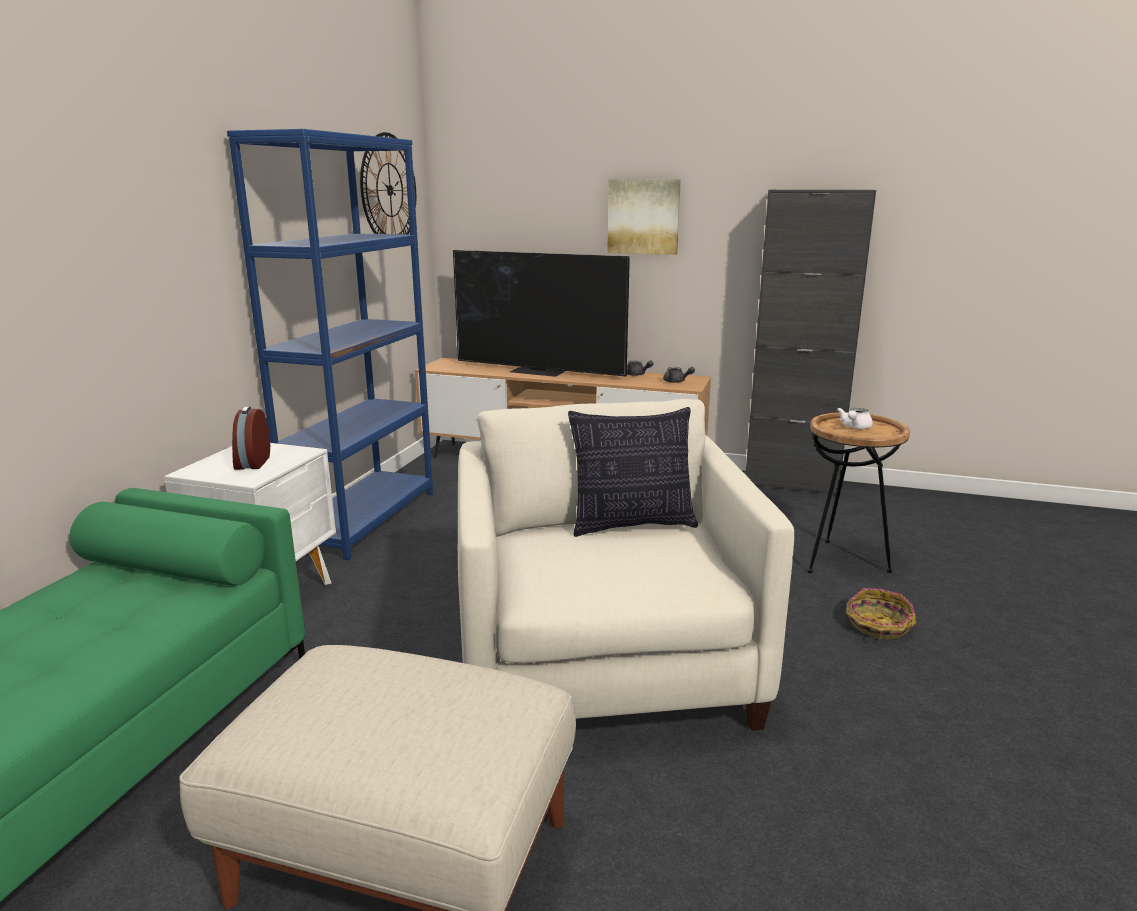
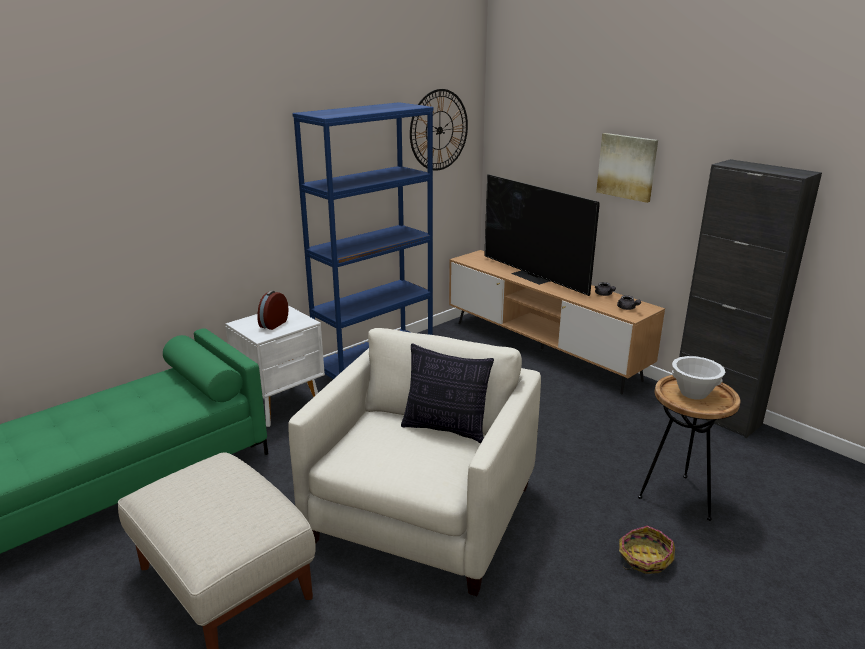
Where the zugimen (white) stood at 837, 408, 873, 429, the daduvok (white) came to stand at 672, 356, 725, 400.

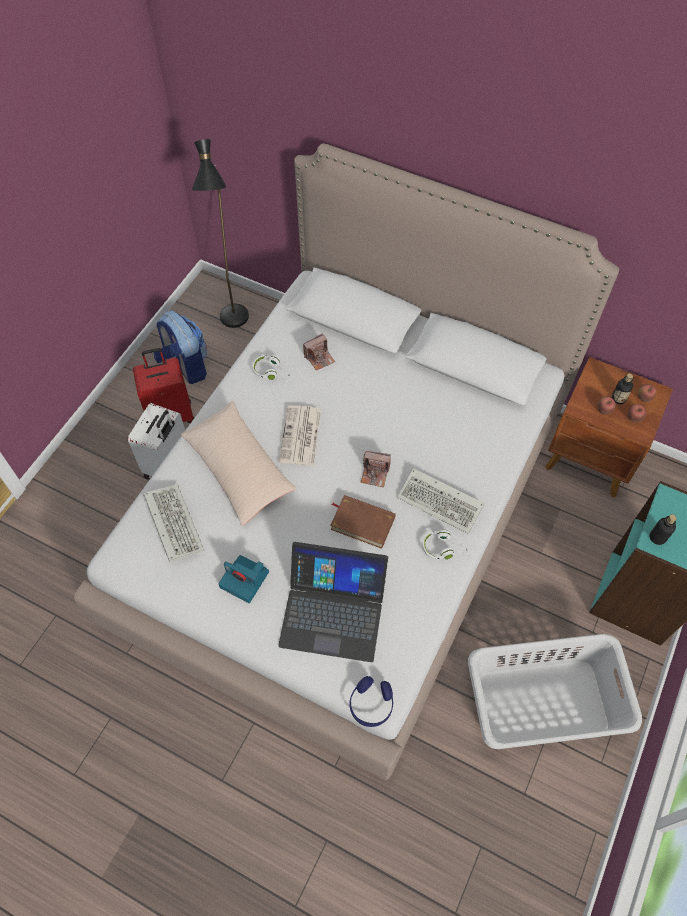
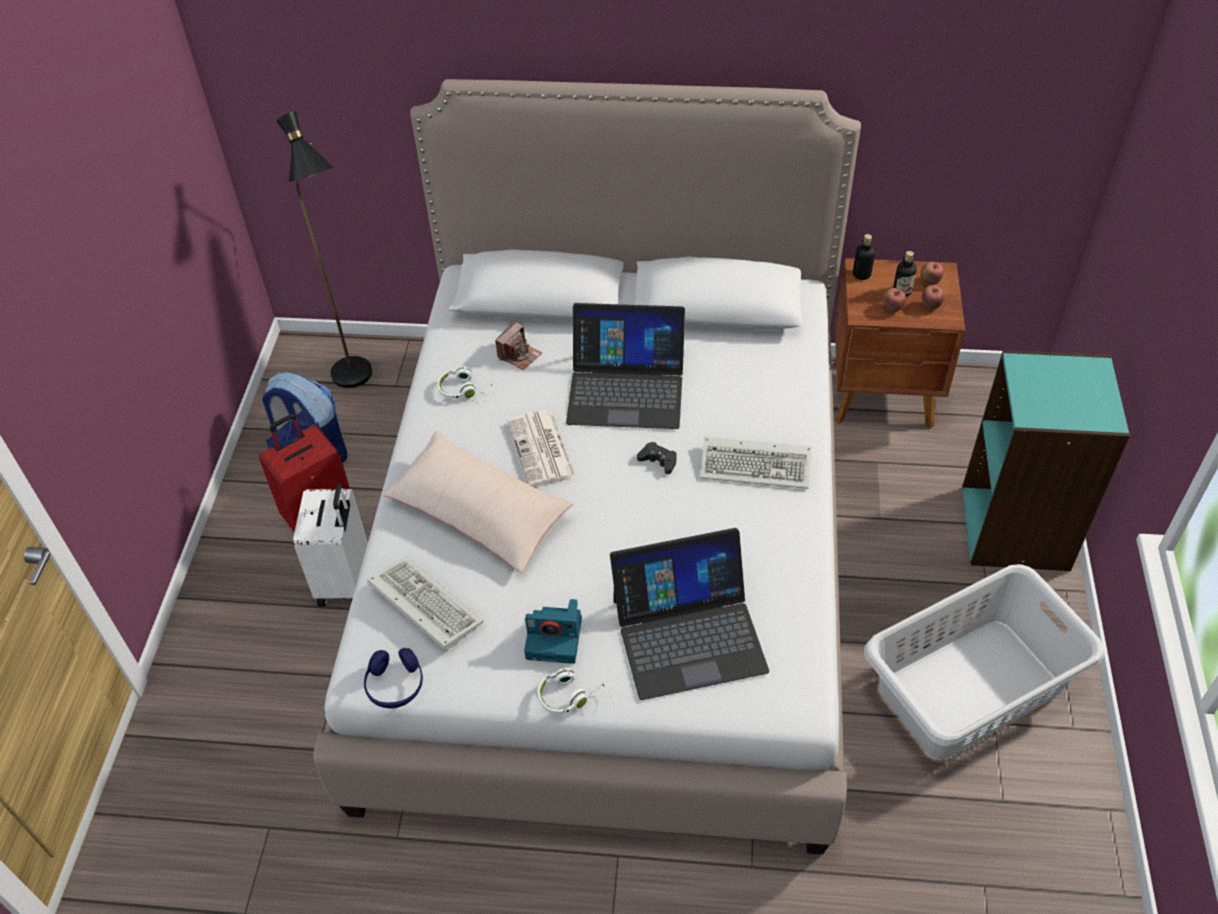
Where the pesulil stood at 361, 451, 391, 487, the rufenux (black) came to stand at 637, 442, 677, 474.
The second view lost the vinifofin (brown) at 330, 495, 396, 549.
The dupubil ended up elsewhere, having gone from 649, 514, 677, 545 to 853, 234, 875, 280.
The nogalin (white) ended up elsewhere, having gone from 423, 529, 469, 560 to 538, 664, 611, 714.
The nogalin (blue) ended up elsewhere, having gone from 349, 676, 393, 727 to 364, 648, 423, 708.
The second view gained the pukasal at 566, 303, 685, 429.

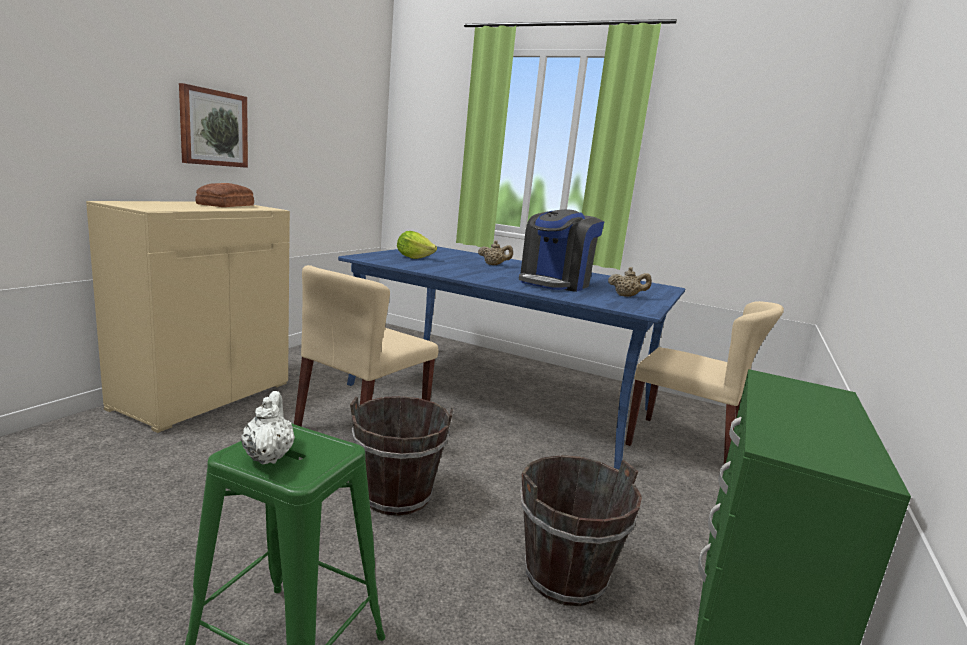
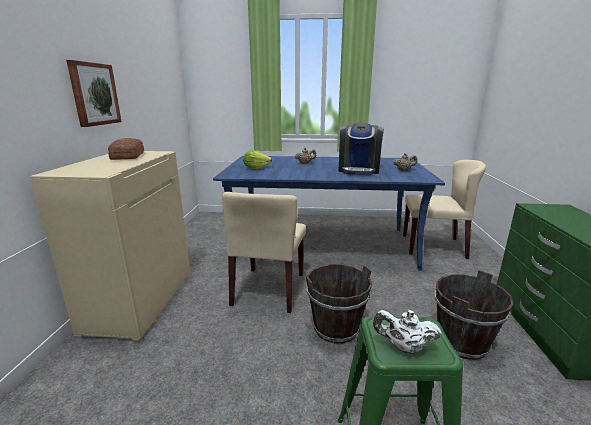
The zugimen (white) at 241, 391, 295, 464 ended up facing another way, 45 degrees counterclockwise from before.

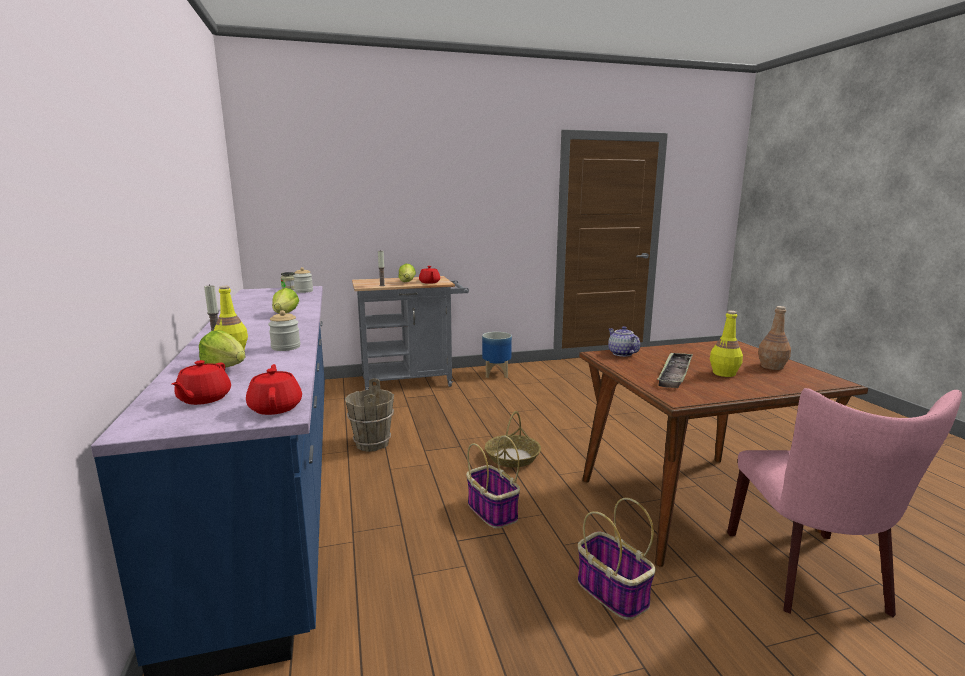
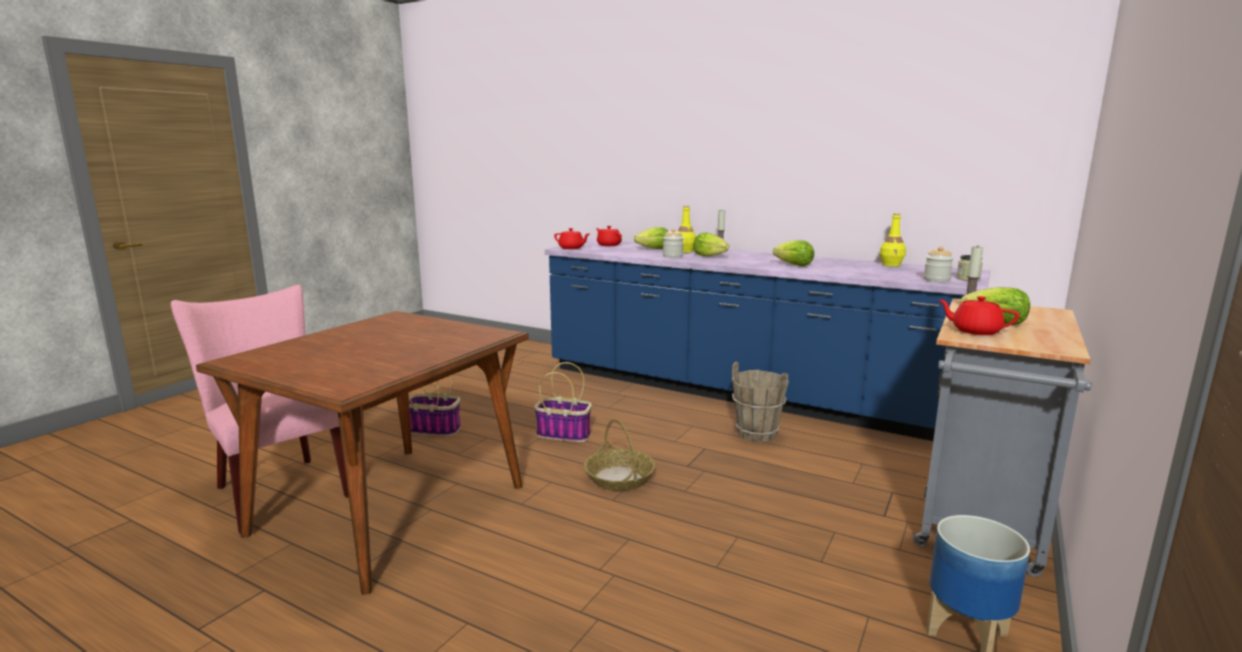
The second view lost the dupubil (brown) at 758, 306, 791, 370.
The dupubil (yellow) ended up elsewhere, having gone from 710, 311, 743, 377 to 880, 213, 906, 266.
The second view lost the zugimen at 608, 326, 640, 357.
The second view lost the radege at 657, 353, 693, 388.
The second view gained the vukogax at 693, 232, 729, 257.

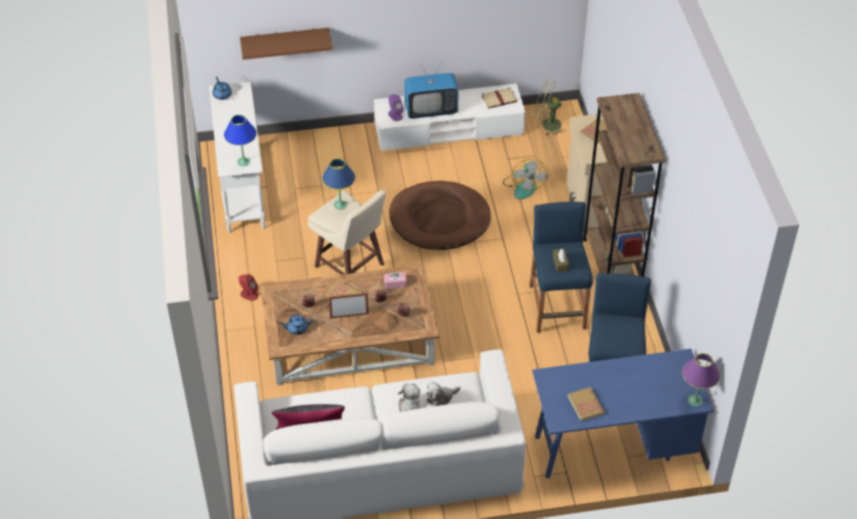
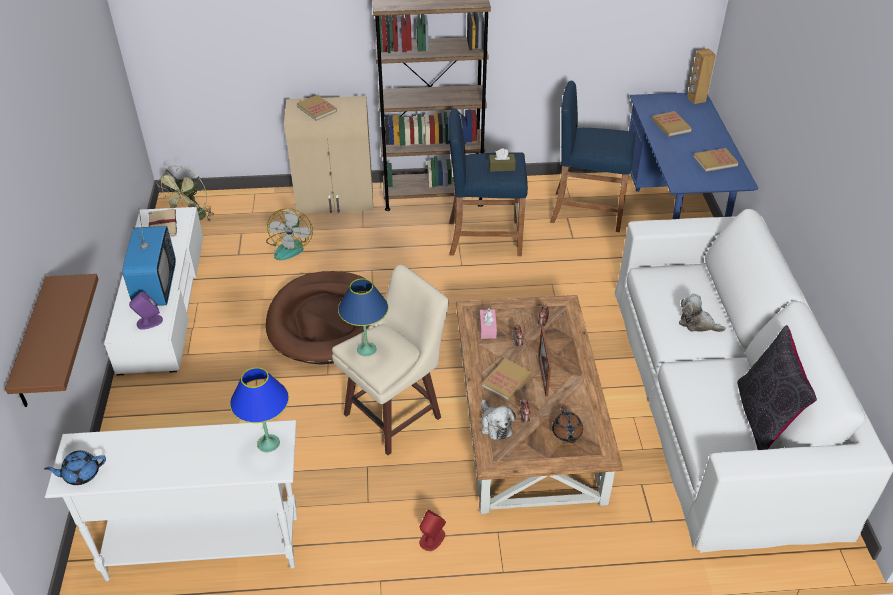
The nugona at 503, 159, 549, 199 ended up facing another way, 90 degrees clockwise from before.
What was the zugimen (blue) at 279, 314, 313, 335 turned into the zugimen (brown) at 552, 406, 583, 443.
Where the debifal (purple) stood at 682, 353, 720, 406, the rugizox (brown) came to stand at 687, 49, 716, 104.
The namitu ended up elsewhere, having gone from 426, 381, 461, 407 to 481, 399, 516, 441.
The second view gained the vinifofin at 652, 111, 692, 137.

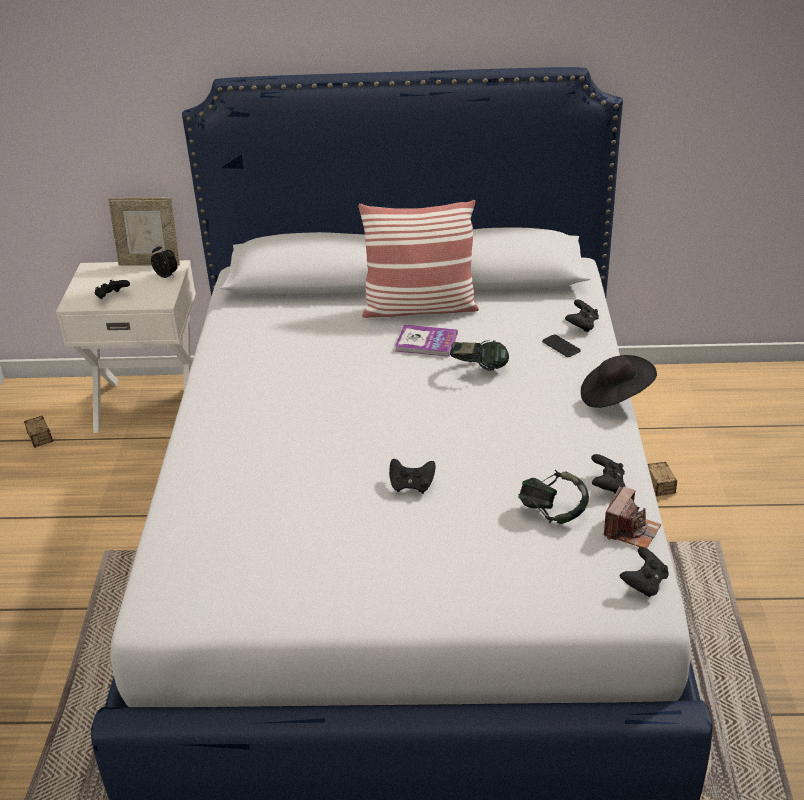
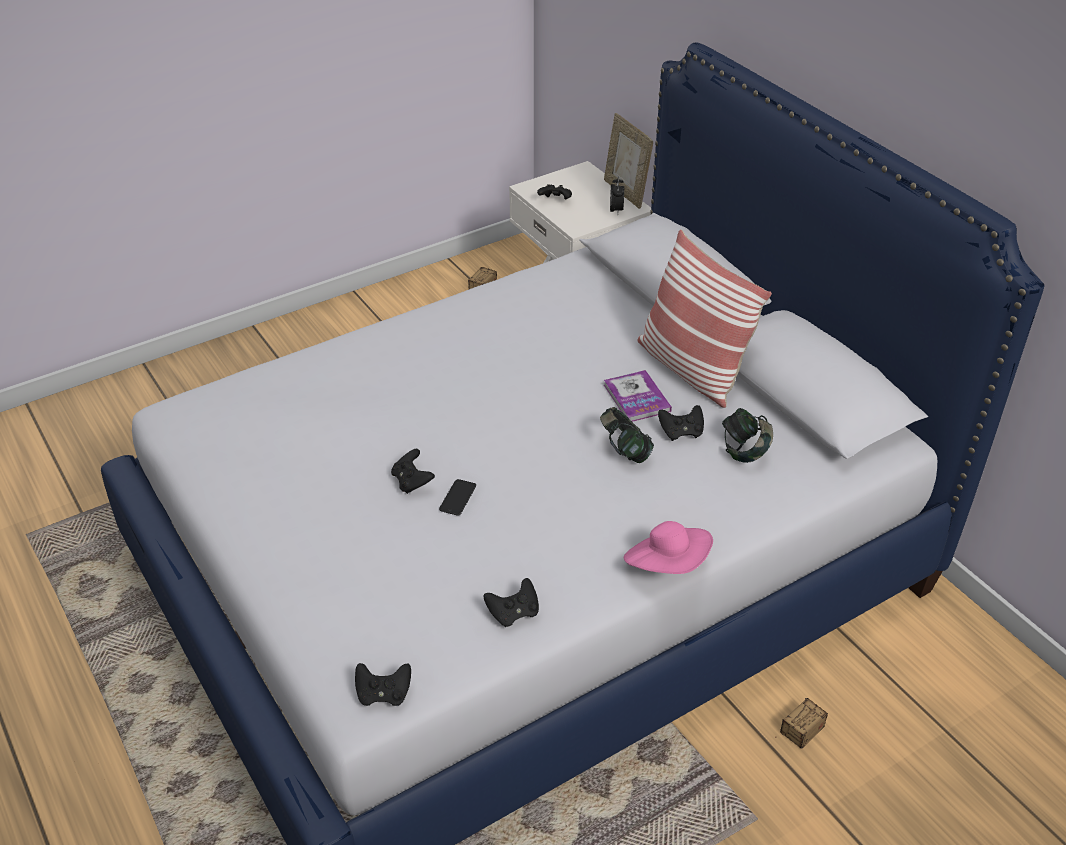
The rufenux (black) ended up elsewhere, having gone from 565, 300, 599, 333 to 658, 405, 704, 441.
The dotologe ended up elsewhere, having gone from 542, 334, 581, 357 to 439, 479, 476, 516.
What was the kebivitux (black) at 581, 355, 657, 408 turned into the kebivitux (pink) at 624, 521, 713, 574.
The nogalin ended up elsewhere, having gone from 518, 470, 589, 524 to 722, 408, 773, 463.
The second view lost the pesulil at 603, 486, 661, 548.

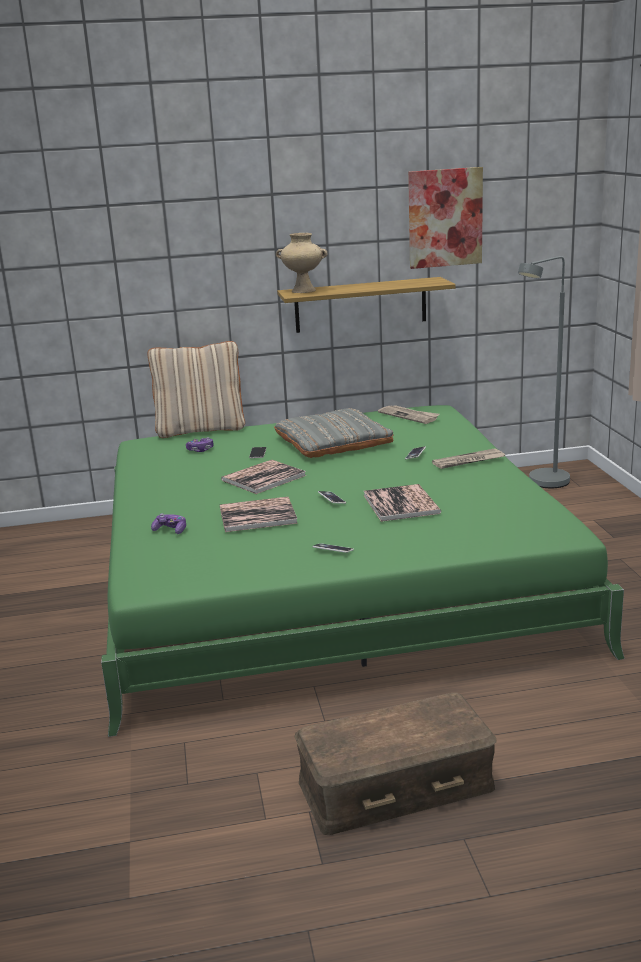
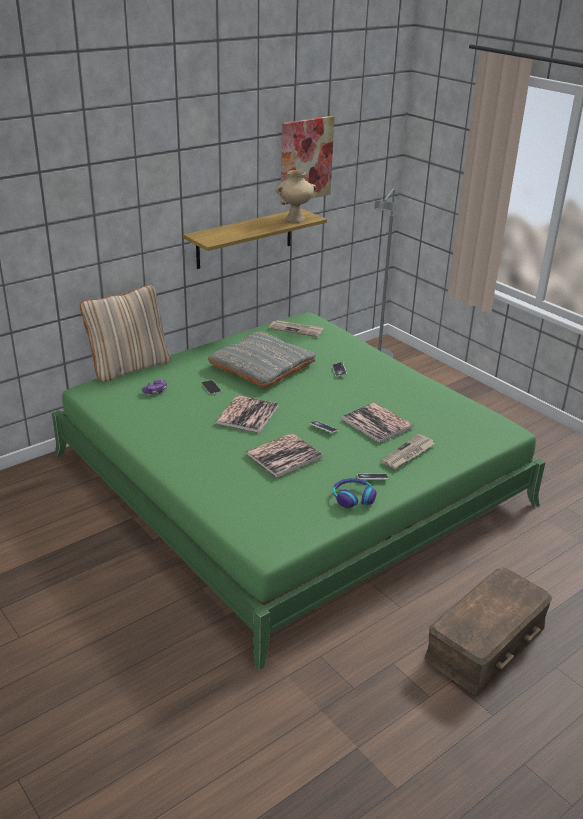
The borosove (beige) ended up elsewhere, having gone from 276, 233, 328, 293 to 275, 170, 317, 222.
The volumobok ended up elsewhere, having gone from 432, 448, 505, 469 to 381, 434, 435, 469.
The second view lost the rufenux at 151, 513, 186, 534.
The second view gained the nogalin at 333, 478, 377, 508.

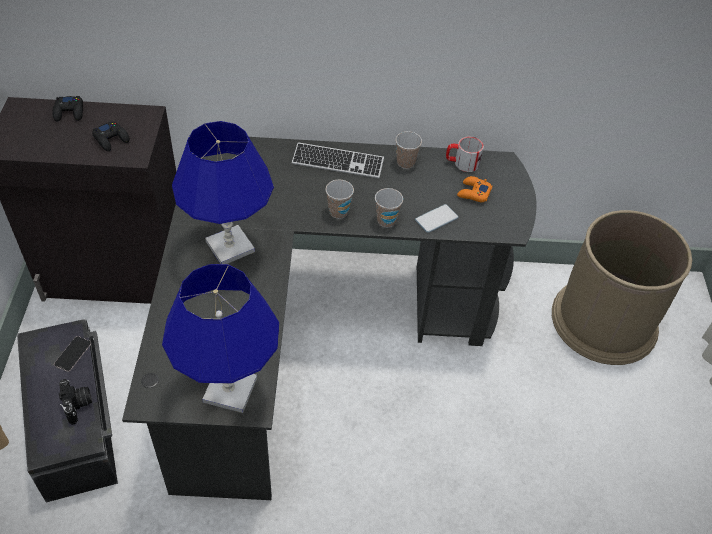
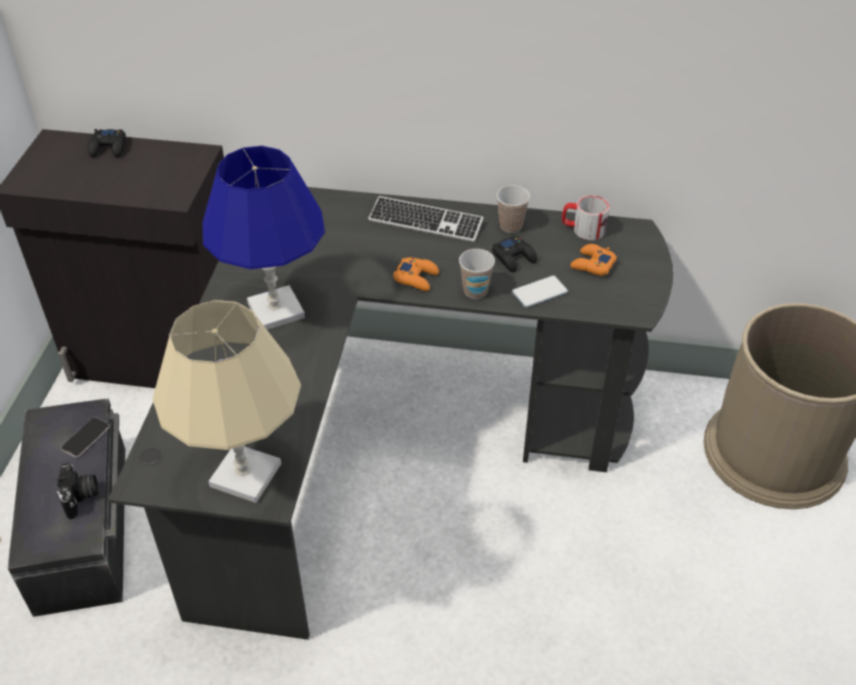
The rufenux (black) ended up elsewhere, having gone from 92, 121, 130, 151 to 492, 236, 537, 272.
Where the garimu stood at 325, 179, 354, 219, the rufenux (orange) came to stand at 393, 257, 439, 291.
What was the debifal (blue) at 162, 264, 279, 413 turned into the debifal (beige) at 153, 300, 301, 503.

